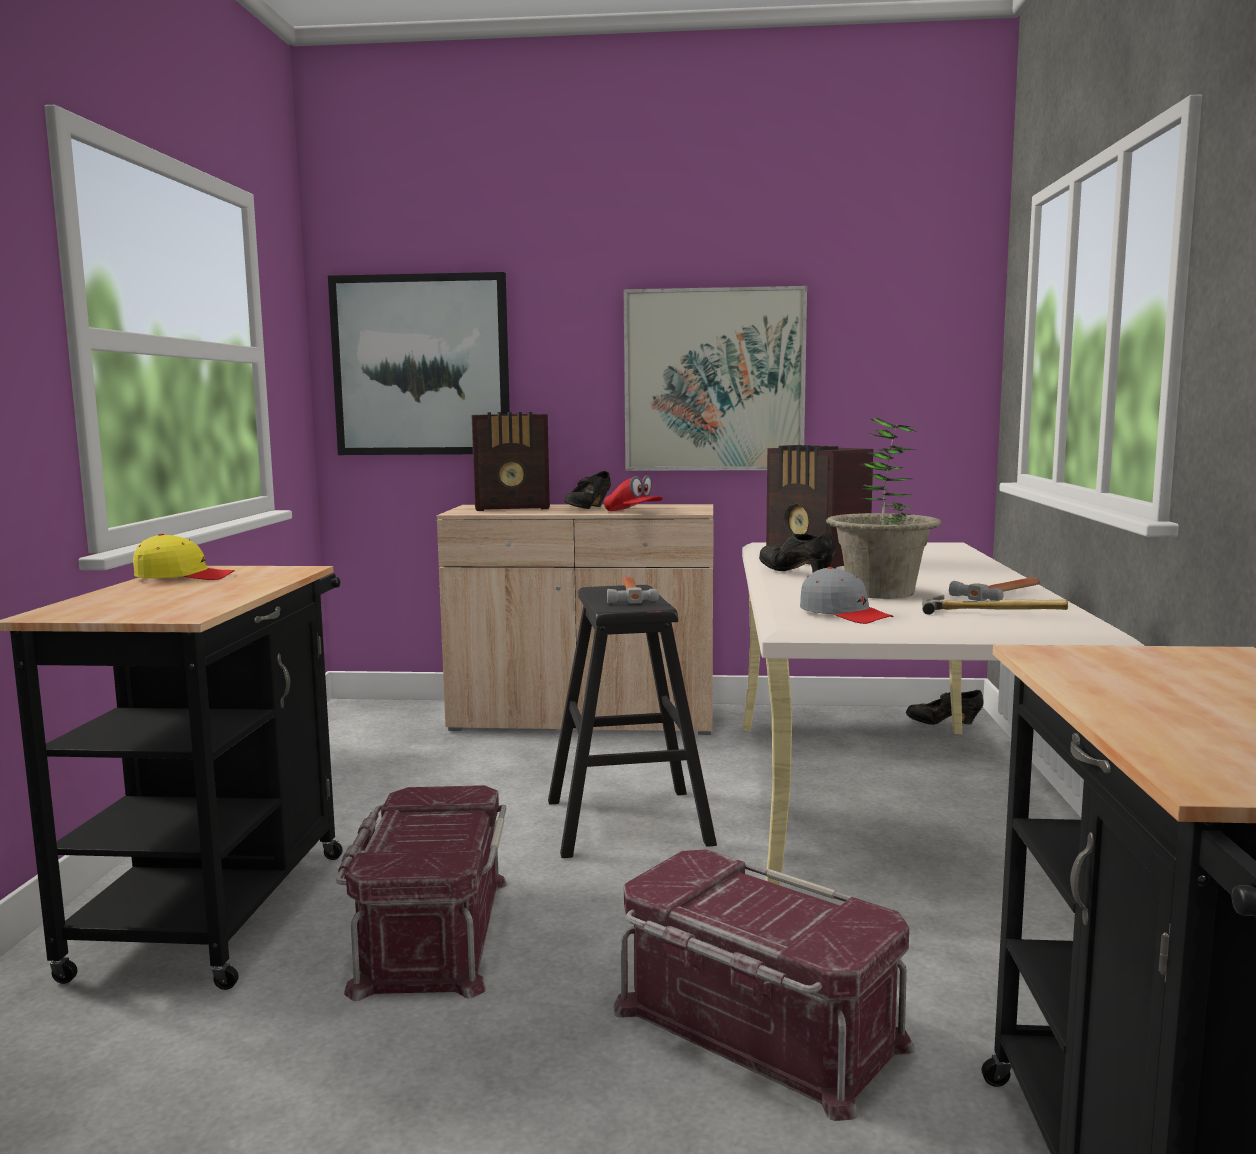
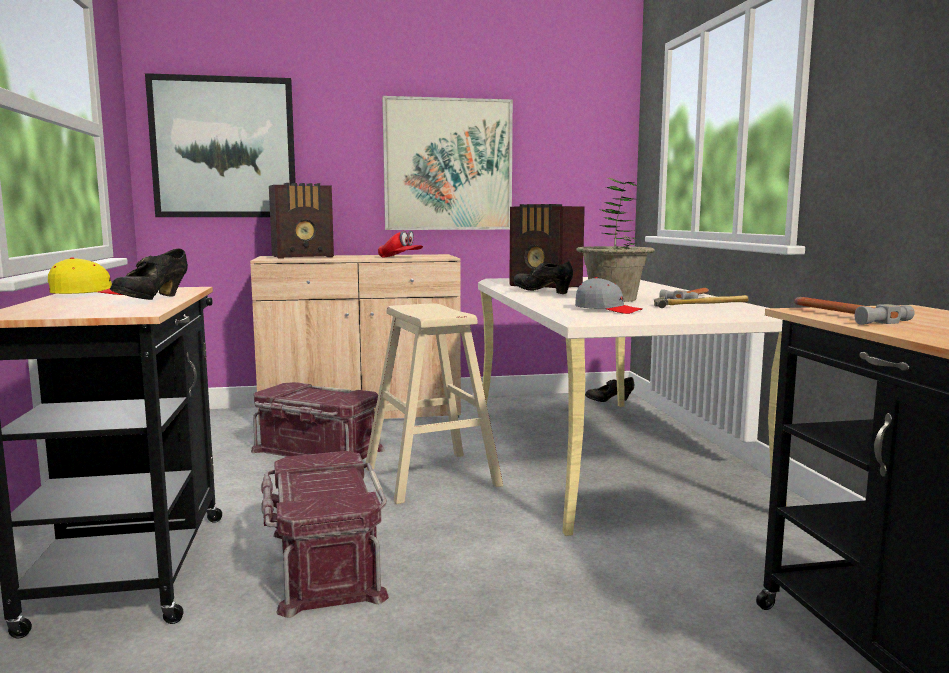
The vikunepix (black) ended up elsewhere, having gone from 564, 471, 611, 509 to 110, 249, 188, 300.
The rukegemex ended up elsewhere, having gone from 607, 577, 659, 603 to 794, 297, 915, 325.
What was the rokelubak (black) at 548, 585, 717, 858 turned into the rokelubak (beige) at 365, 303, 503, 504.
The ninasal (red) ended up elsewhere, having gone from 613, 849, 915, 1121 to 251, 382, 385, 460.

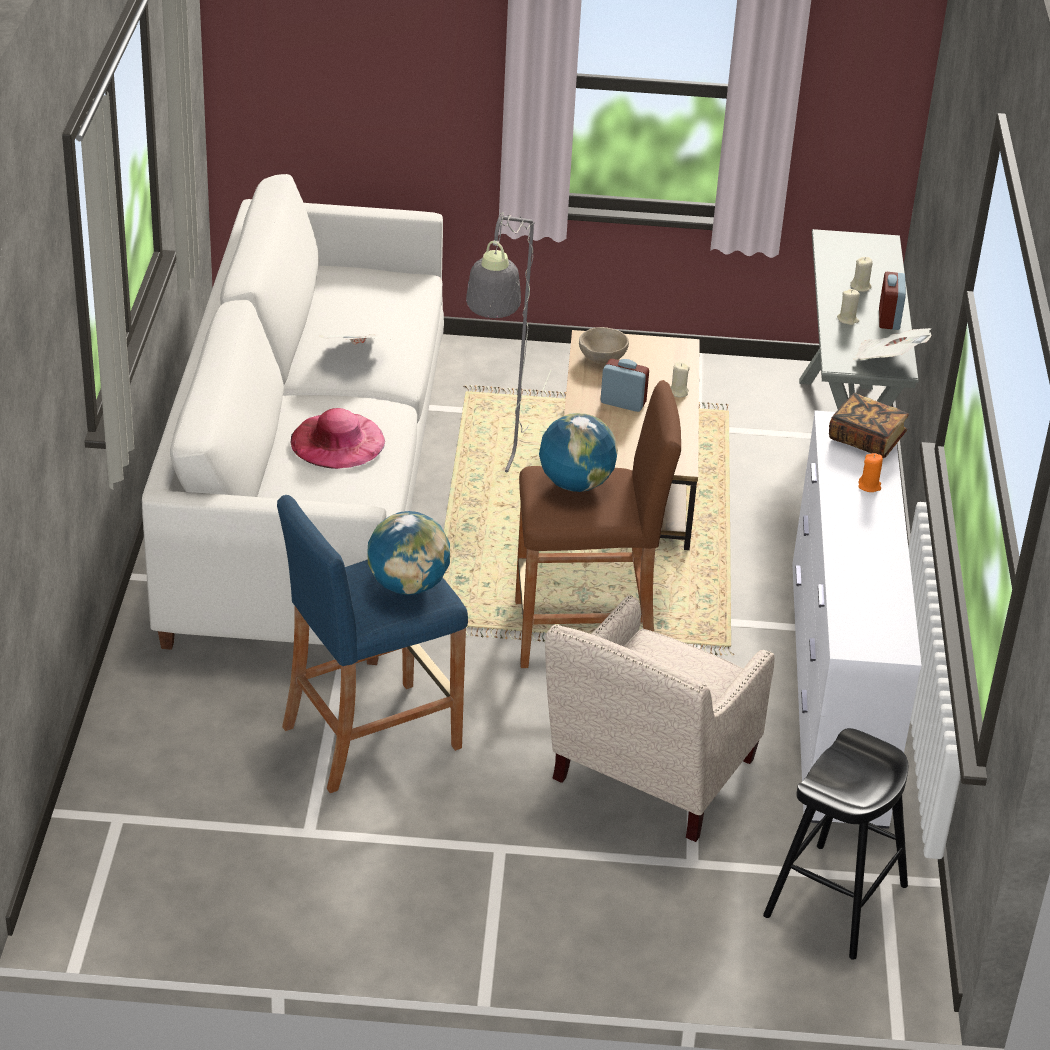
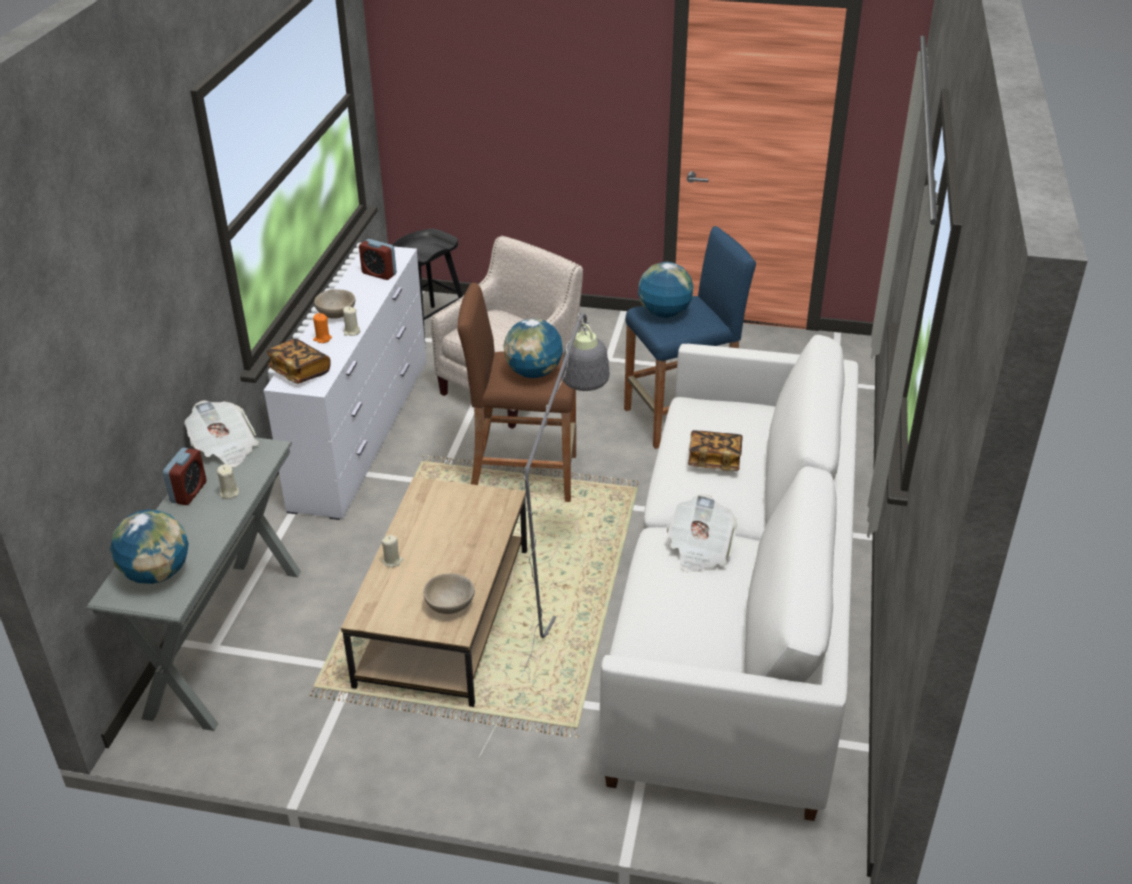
The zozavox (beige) ended up elsewhere, having gone from 850, 257, 873, 292 to 343, 307, 360, 336.
The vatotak ended up elsewhere, having gone from 600, 359, 649, 412 to 359, 239, 397, 280.
Where the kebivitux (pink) stood at 291, 408, 385, 469, the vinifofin came to stand at 688, 430, 743, 471.
The second view gained the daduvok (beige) at 314, 289, 355, 319.
The second view gained the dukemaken at 110, 510, 189, 584.

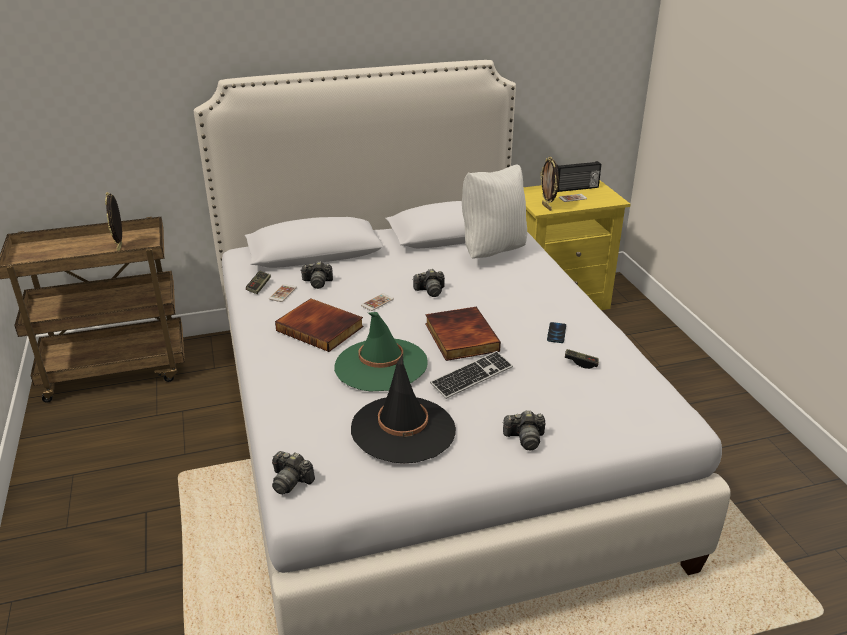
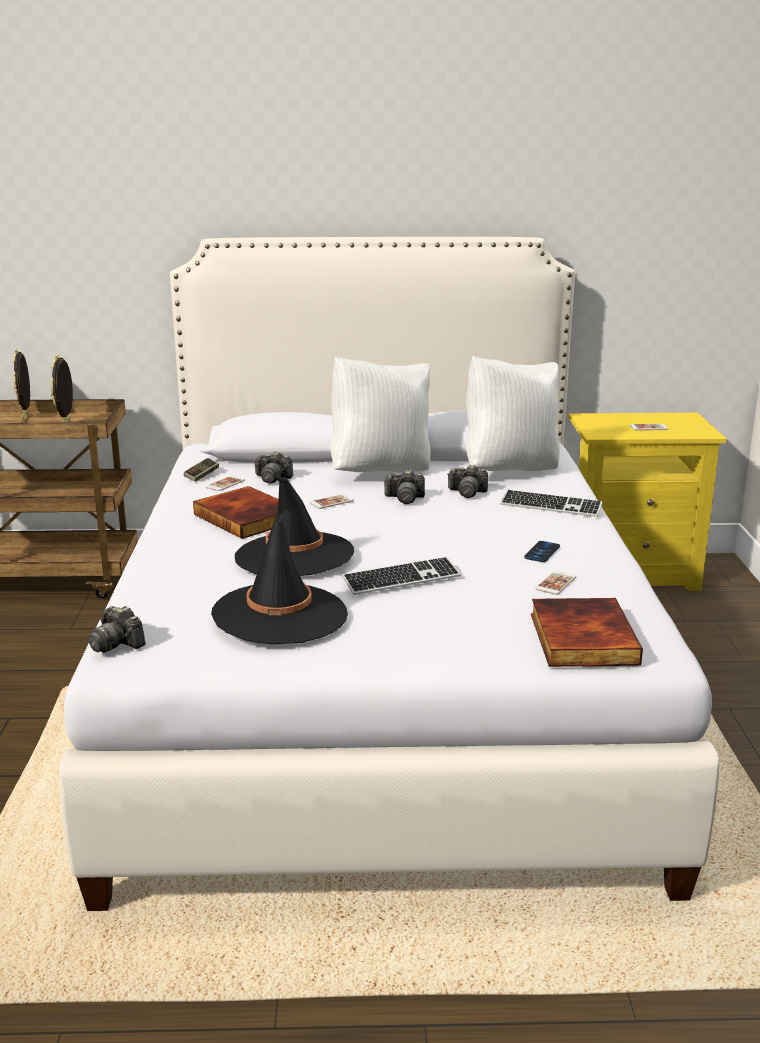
The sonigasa ended up elsewhere, having gone from 540, 157, 559, 211 to 13, 349, 30, 421.
The second view lost the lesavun at 557, 161, 601, 192.
The vinifofin ended up elsewhere, having gone from 425, 307, 501, 361 to 531, 598, 643, 667.
What was the kebivitux (green) at 334, 312, 427, 391 turned into the kebivitux (black) at 235, 475, 354, 576.
Where the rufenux stood at 565, 349, 599, 369, the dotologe came to stand at 535, 571, 576, 595.
The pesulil ended up elsewhere, having gone from 503, 411, 545, 450 to 447, 465, 488, 498.
The second view gained the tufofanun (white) at 330, 356, 430, 472.
The second view gained the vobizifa at 500, 490, 603, 517.

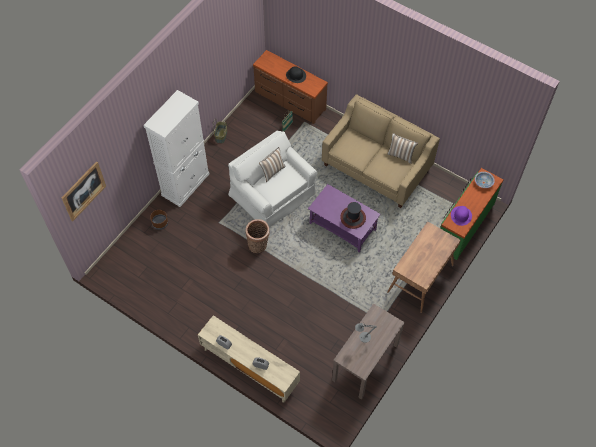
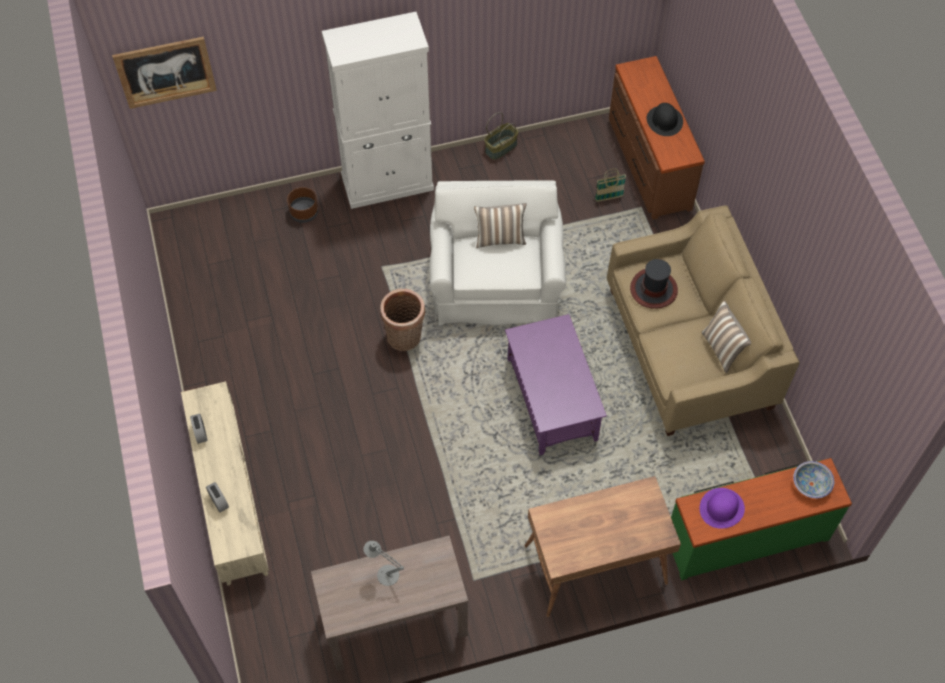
The kebivitux ended up elsewhere, having gone from 340, 202, 366, 229 to 630, 259, 678, 309.

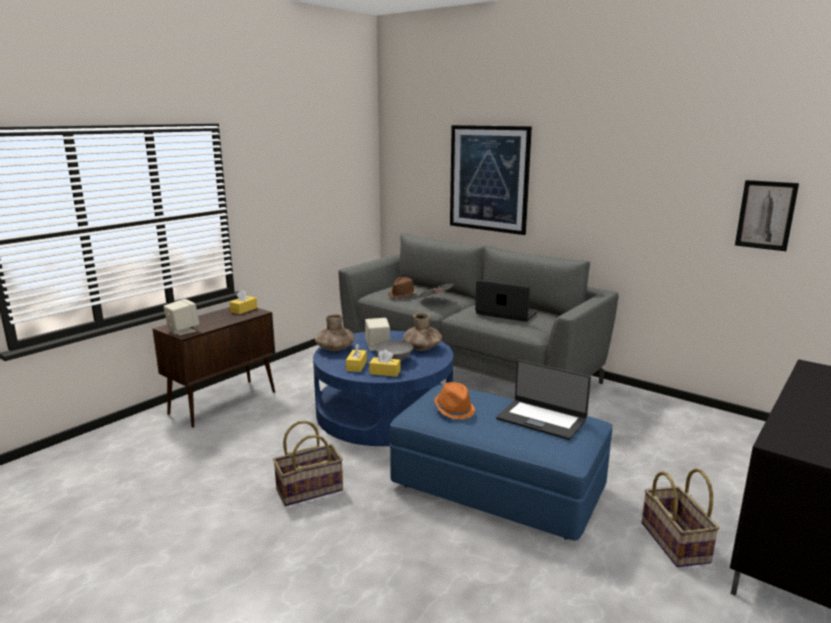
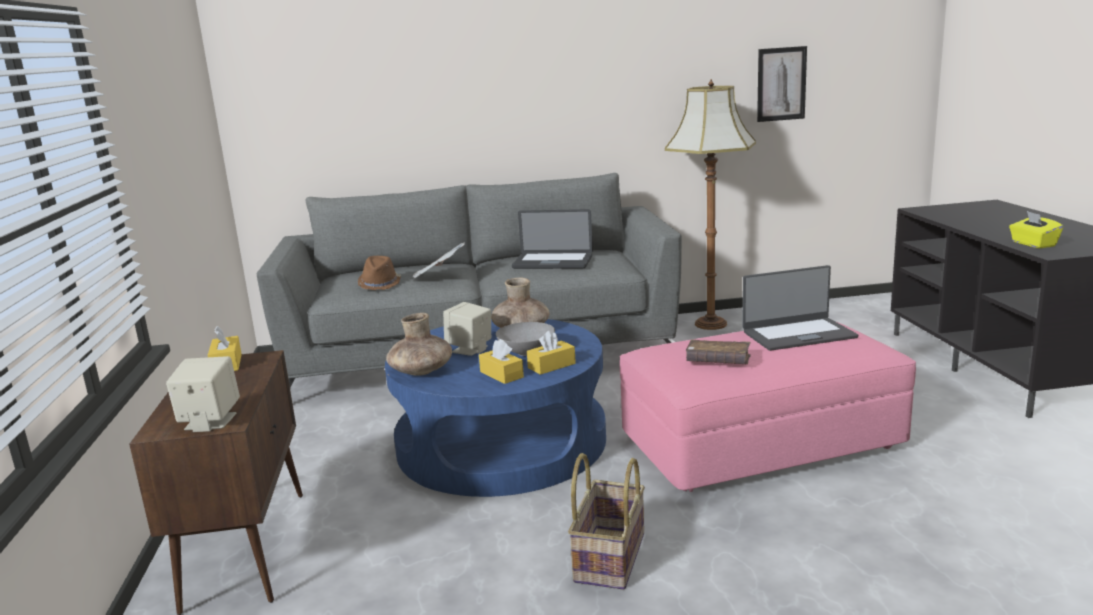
The second view lost the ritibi at 450, 125, 532, 235.
The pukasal at 475, 280, 537, 322 ended up facing another way, 150 degrees counterclockwise from before.
Where the kebivitux (orange) stood at 434, 382, 475, 419, the vinifofin (brown) came to stand at 686, 340, 751, 364.
What was the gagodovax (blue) at 390, 384, 613, 541 turned into the gagodovax (pink) at 620, 321, 916, 492.
The second view lost the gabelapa at 642, 468, 719, 567.
The second view gained the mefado at 665, 79, 756, 330.
The second view gained the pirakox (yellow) at 1009, 211, 1063, 249.

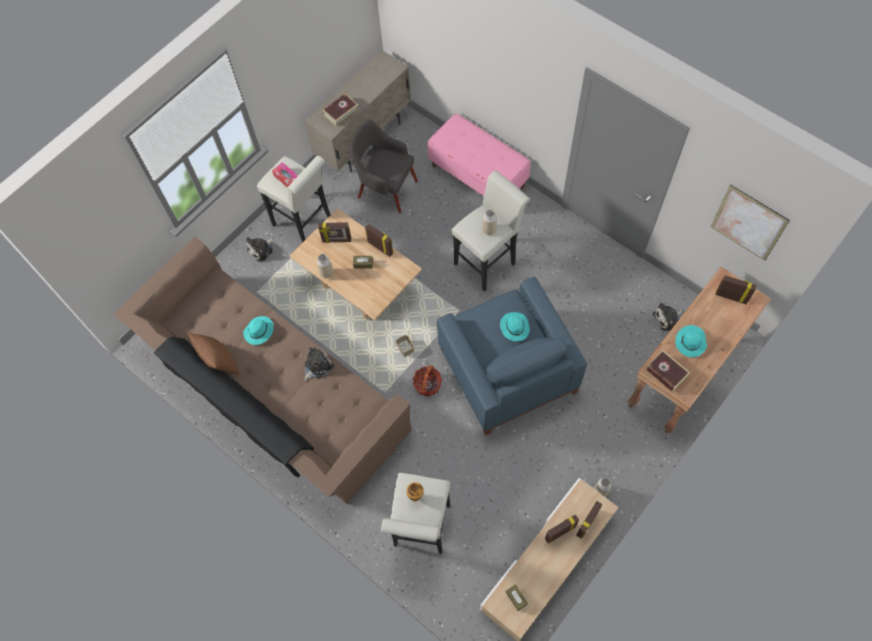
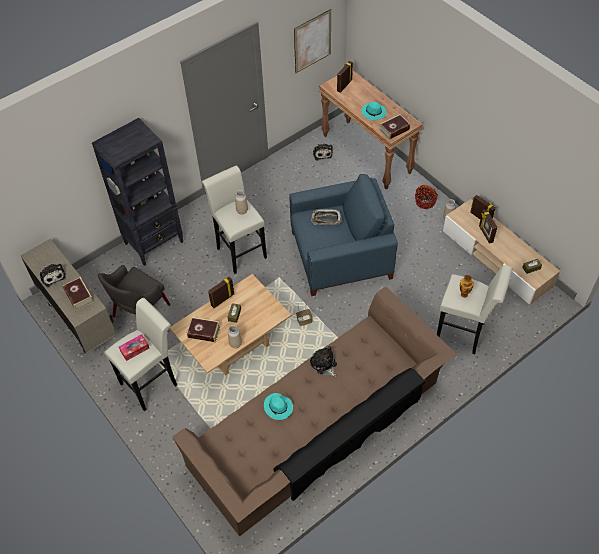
Where the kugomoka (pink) stood at 427, 113, 531, 196, the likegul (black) came to stand at 92, 118, 184, 266.
Where the sonigasa stood at 318, 222, 351, 243, the vinifofin came to stand at 187, 317, 220, 342.
The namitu ended up elsewhere, having gone from 247, 237, 274, 262 to 40, 264, 66, 287.
Where the kebivitux (turquoise) stood at 500, 312, 530, 342, the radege came to stand at 311, 209, 342, 225.
The second view lost the tufofanun (brown) at 188, 333, 239, 375.
The gabelapa ended up elsewhere, having gone from 412, 365, 442, 397 to 415, 185, 438, 209.

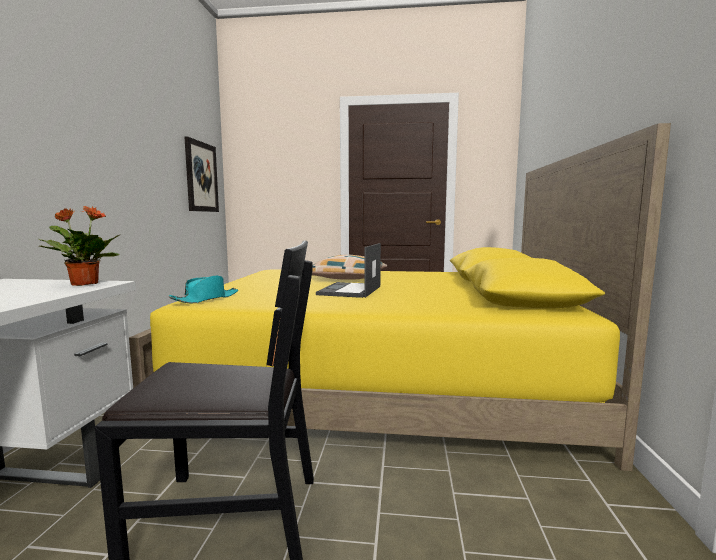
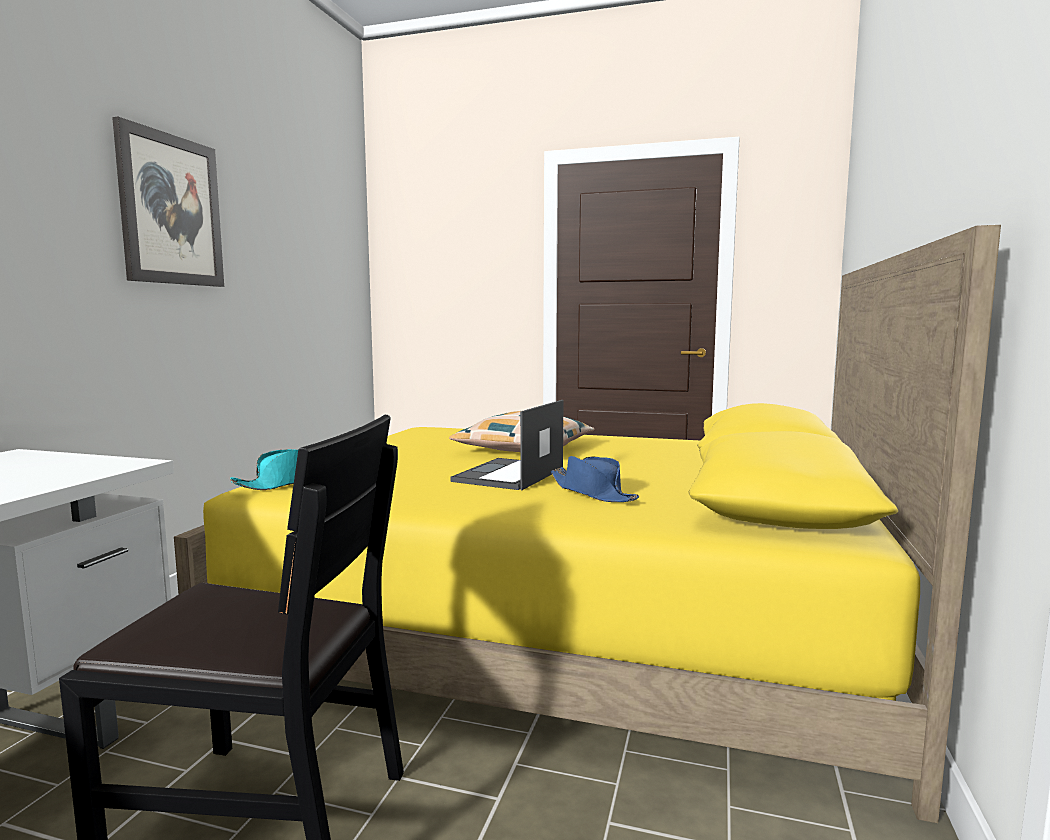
The ritibi ended up elsewhere, having gone from 184, 136, 219, 212 to 112, 117, 224, 287.
The second view lost the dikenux at 39, 206, 119, 286.
The second view gained the kebivitux (blue) at 550, 456, 639, 502.

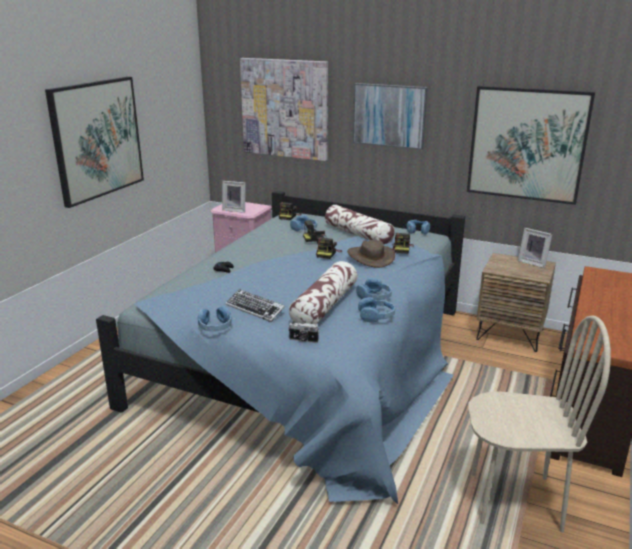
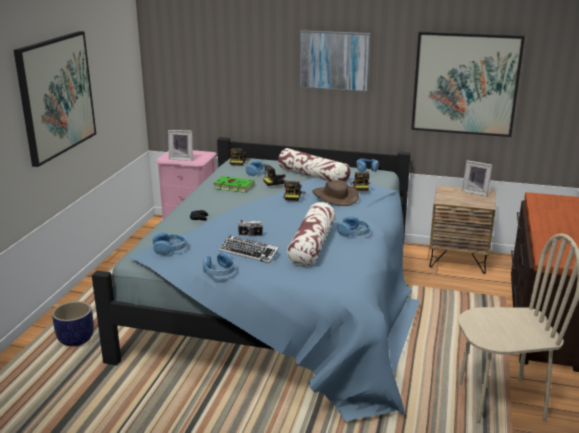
The second view lost the ritibi at 240, 58, 328, 161.
The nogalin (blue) ended up elsewhere, having gone from 358, 297, 395, 323 to 152, 232, 186, 255.
The pesulil ended up elsewhere, having gone from 289, 321, 319, 343 to 238, 220, 263, 237.
The second view gained the vinifofin (green) at 214, 176, 254, 193.
The second view gained the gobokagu at 52, 301, 94, 346.

